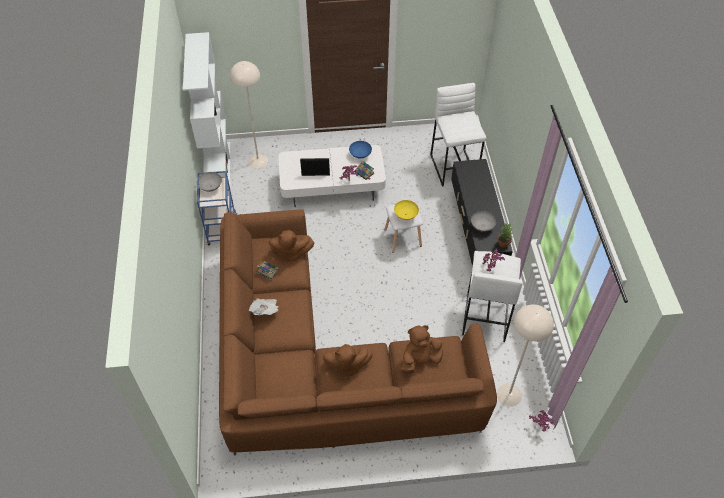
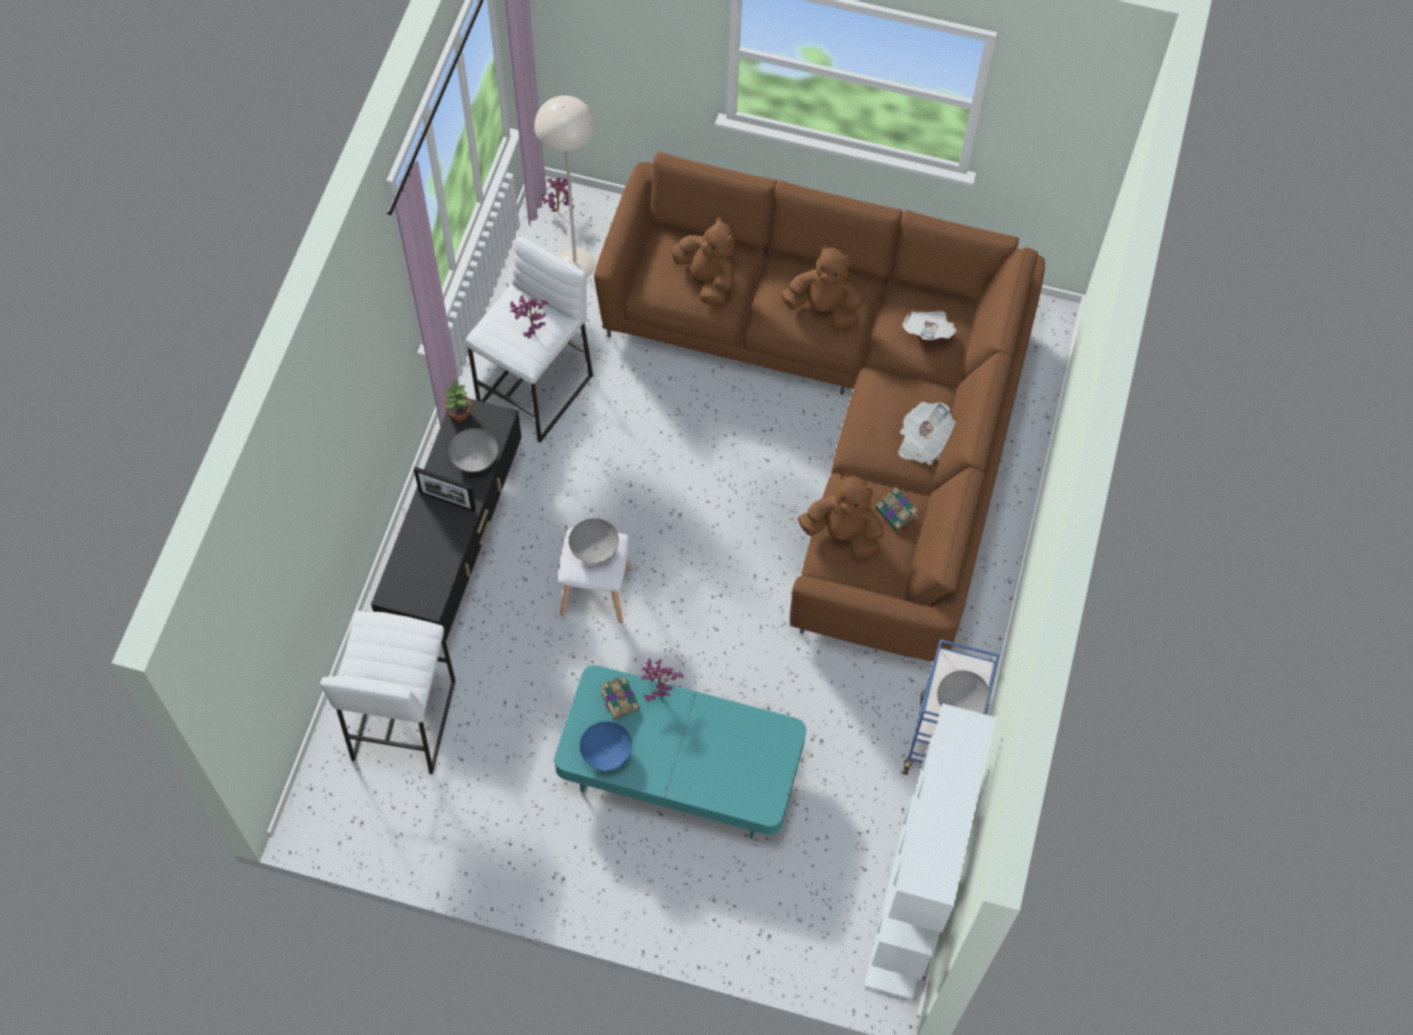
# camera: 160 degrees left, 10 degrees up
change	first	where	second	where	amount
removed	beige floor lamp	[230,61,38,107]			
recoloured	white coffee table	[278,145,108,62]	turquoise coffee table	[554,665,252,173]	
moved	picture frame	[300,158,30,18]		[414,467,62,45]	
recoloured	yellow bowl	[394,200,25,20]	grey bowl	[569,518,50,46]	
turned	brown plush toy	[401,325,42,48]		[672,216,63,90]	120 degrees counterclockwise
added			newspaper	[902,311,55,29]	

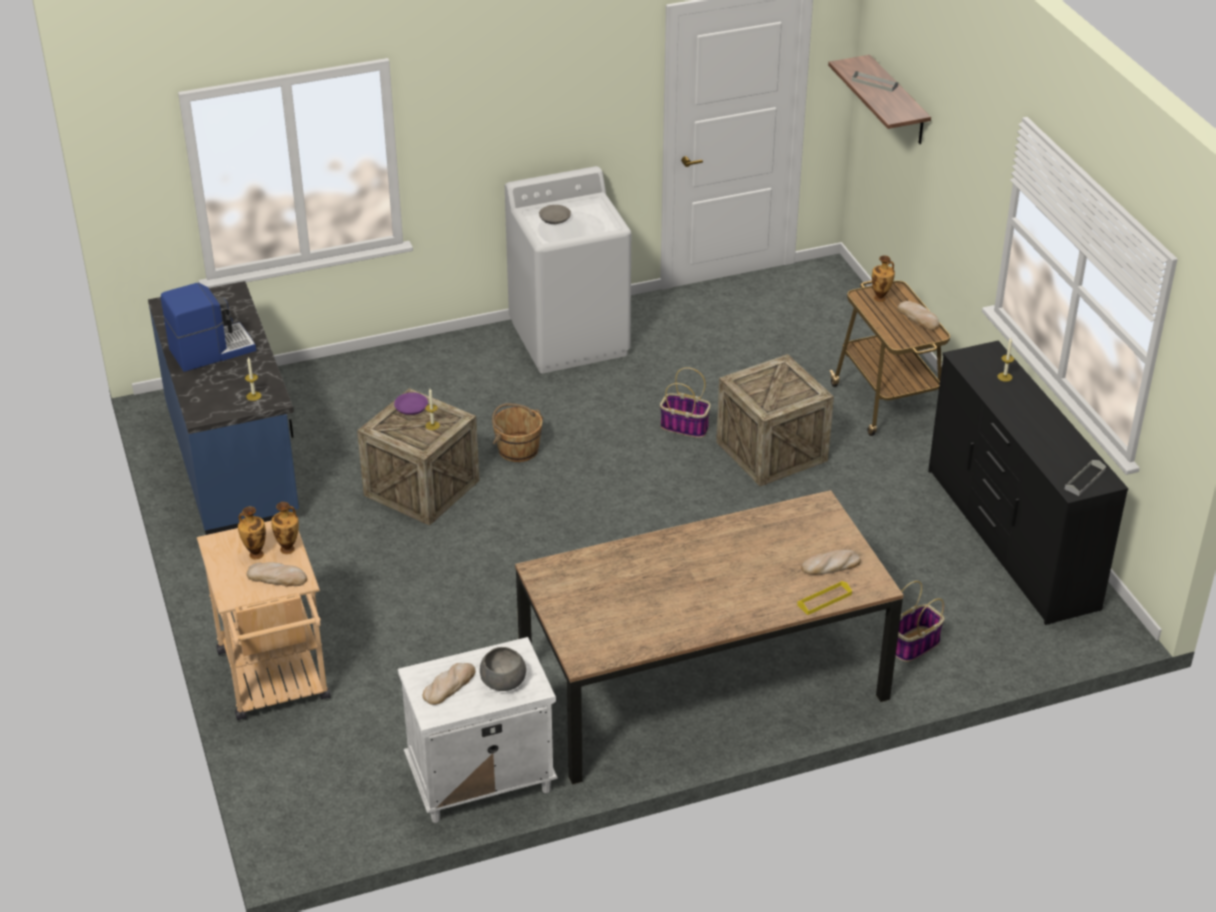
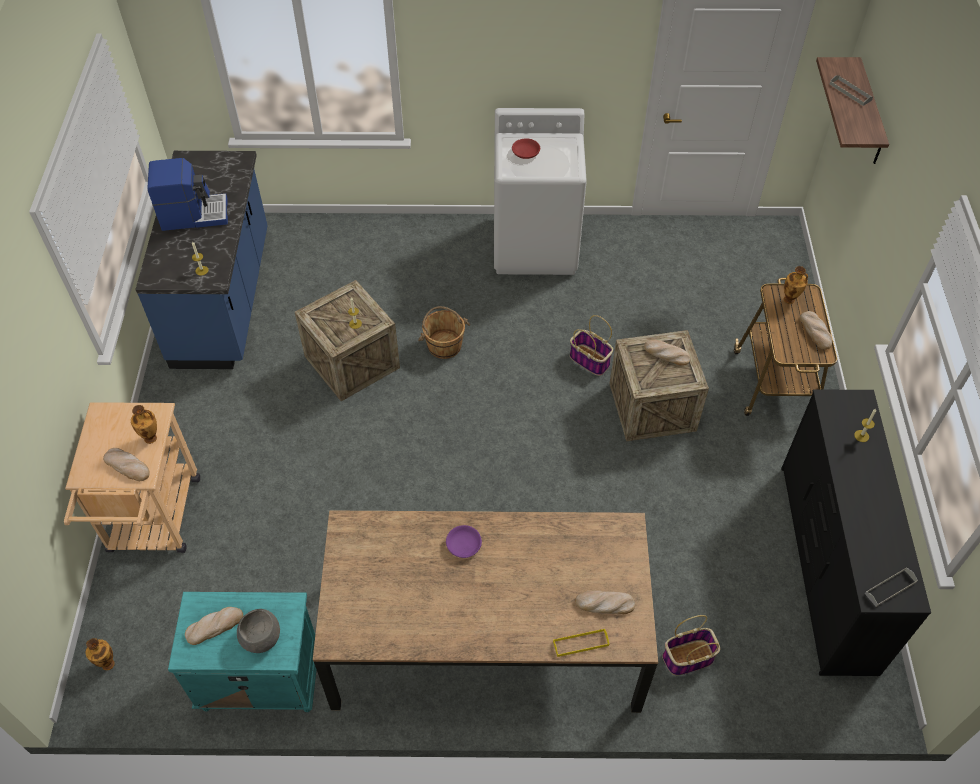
# camera: 20 degrees right, 15 degrees up
change	first	where	second	where	amount
moved	vase	[238,506,28,53]		[86,638,29,32]	
moved	purple bowl	[394,392,34,23]		[446,525,36,33]	
recoloured	white nightstand	[398,637,160,186]	turquoise nightstand	[168,592,148,120]	
recoloured	grey bowl	[539,205,32,19]	red bowl	[512,138,28,21]	
added			bread	[644,340,46,26]	

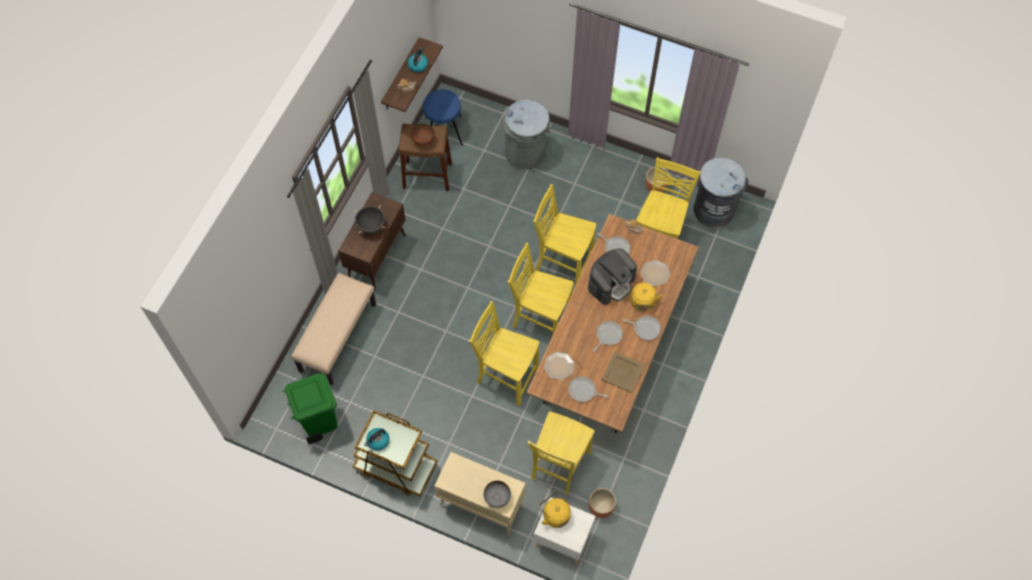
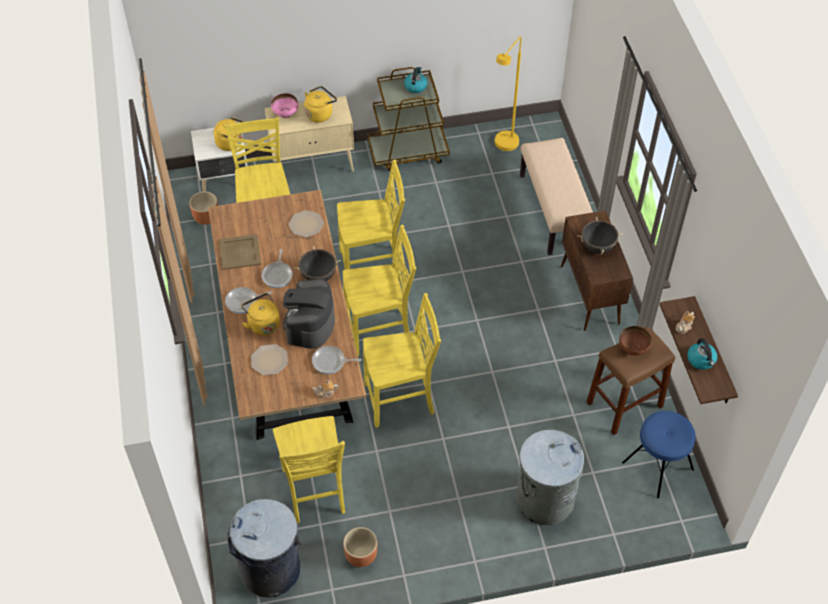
# camera: 145 degrees right, 10 degrees down
change	first	where	second	where	amount
replaced	green trash can	[282,373,56,71]	yellow floor lamp	[495,37,27,114]	
recoloured	grey bowl	[484,481,27,27]	pink bowl	[271,93,27,25]	
removed	frying pan	[569,377,40,25]			
added			black cooking pot	[294,246,47,35]	
added			yellow kettle	[304,86,33,37]	

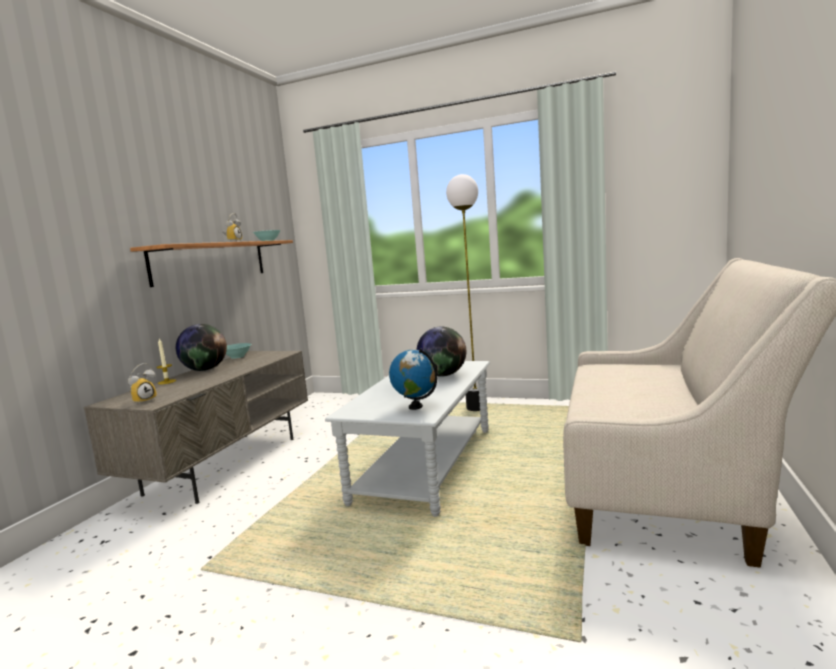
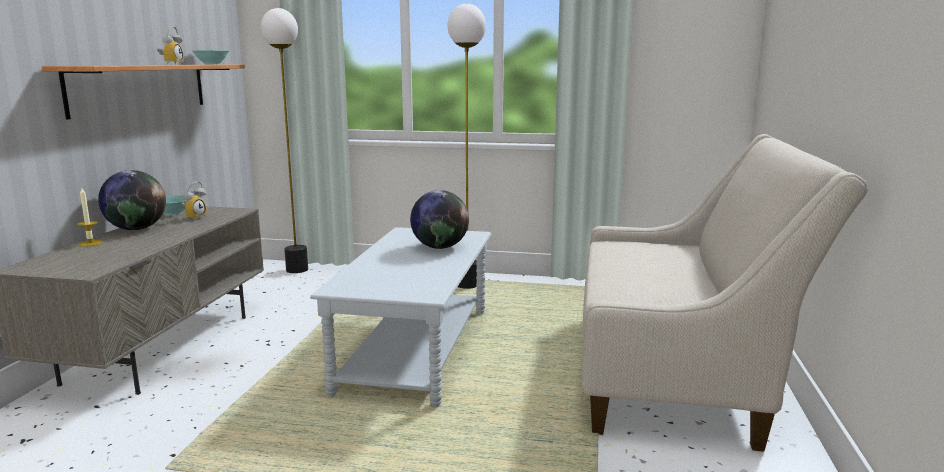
# camera: 10 degrees left, 5 degrees up
change	first	where	second	where	amount
moved	alarm clock	[128,363,29,42]		[181,181,26,39]	
removed	globe	[389,348,49,62]			
added			floor lamp	[261,8,47,265]	

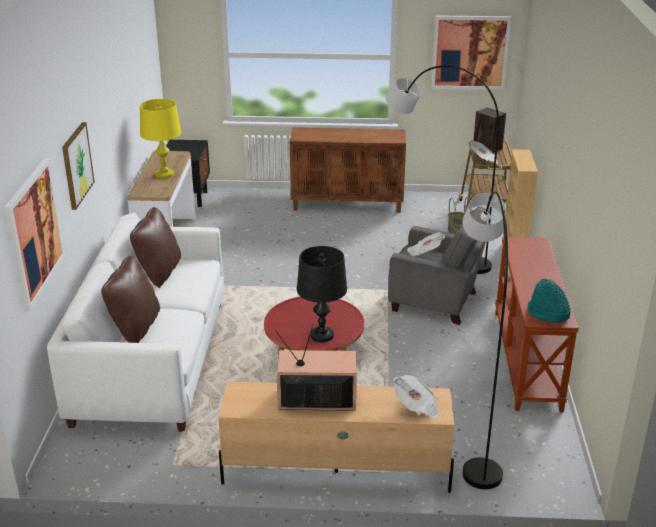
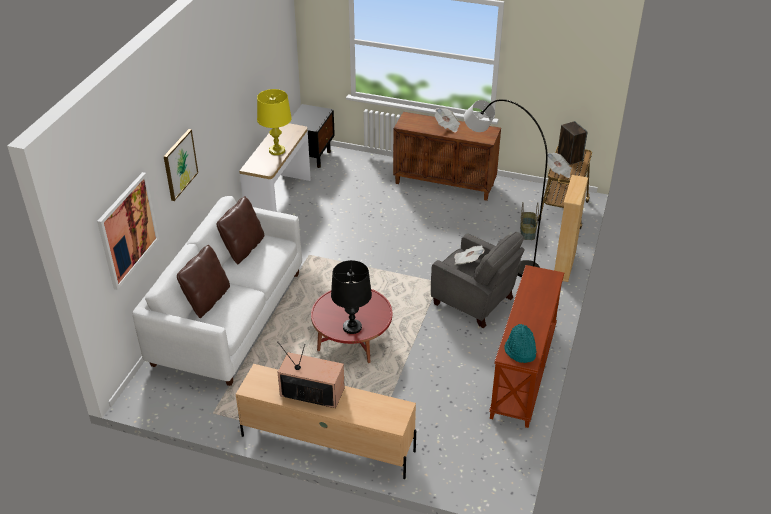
# camera: 15 degrees right, 10 degrees up
change	first	where	second	where	amount
moved	newspaper	[393,375,45,43]		[434,108,26,24]	
removed	picture	[431,15,80,75]			
removed	grey floor lamp	[462,191,46,298]			

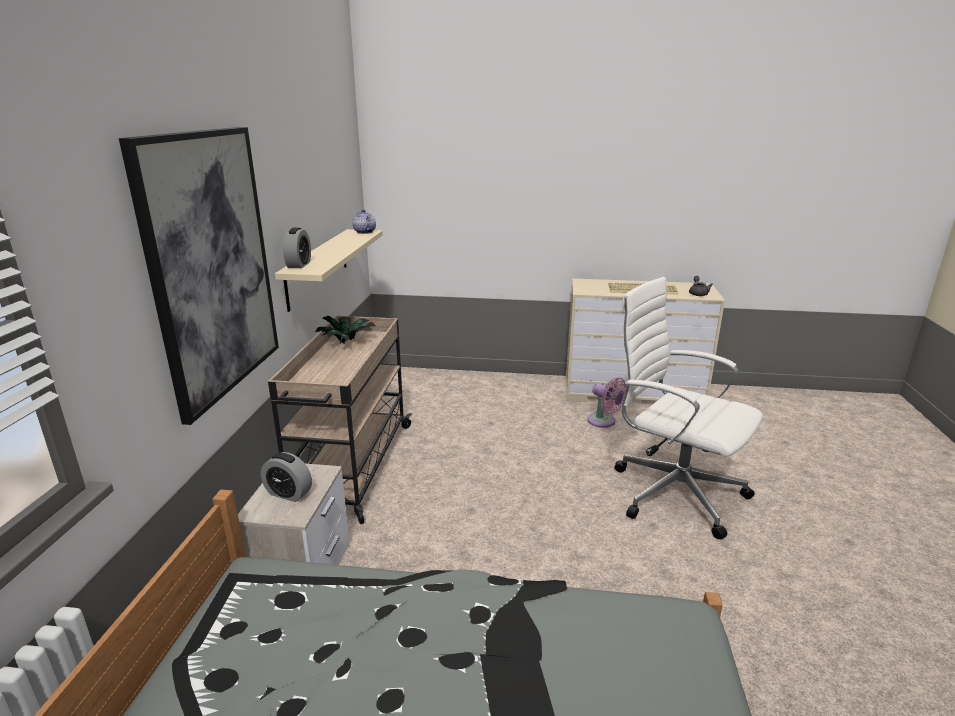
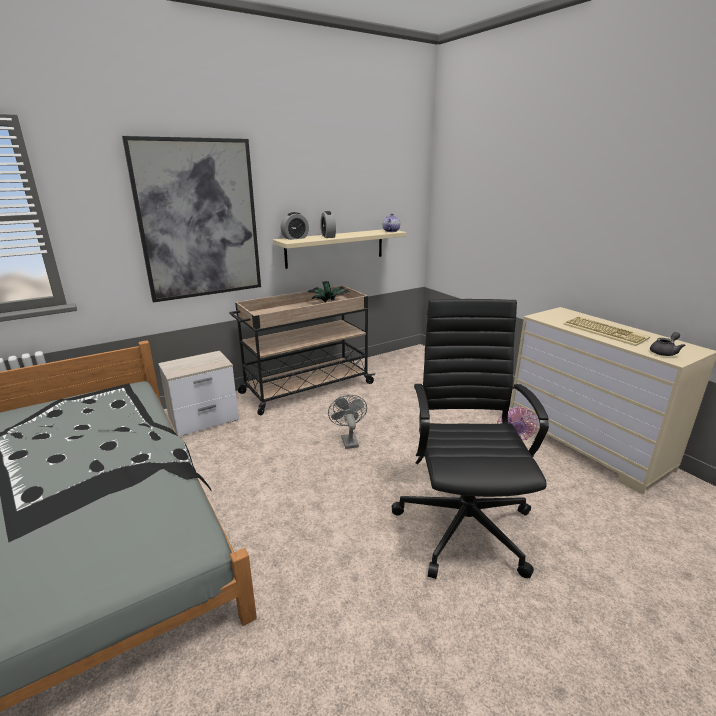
# camera: 50 degrees right, 0 degrees up
change	first	where	second	where	amount
moved	alarm clock	[261,452,51,50]		[321,211,15,27]	
recoloured	white office chair	[614,277,149,262]	black office chair	[392,299,157,280]	
added			grey fan	[328,395,39,54]	

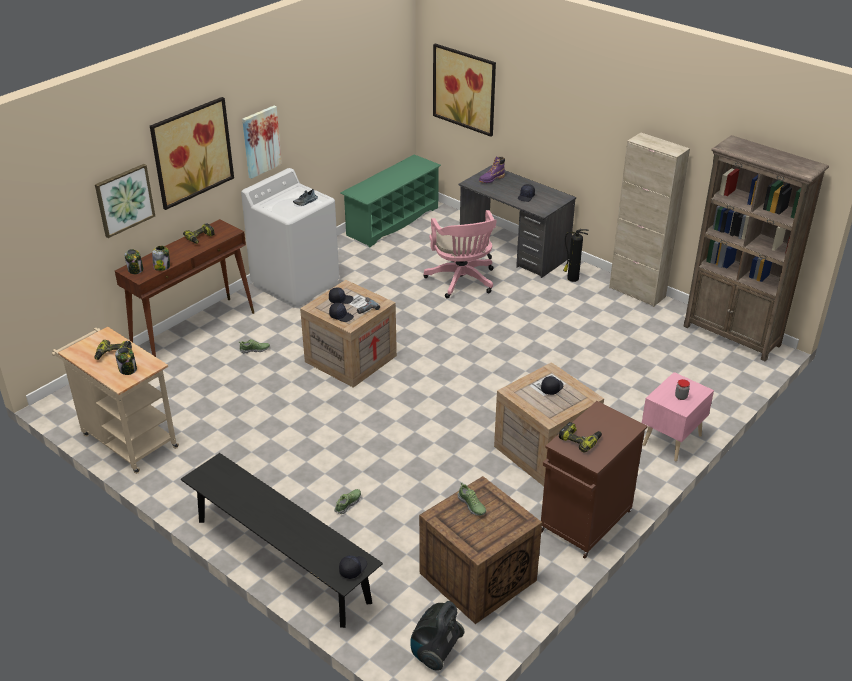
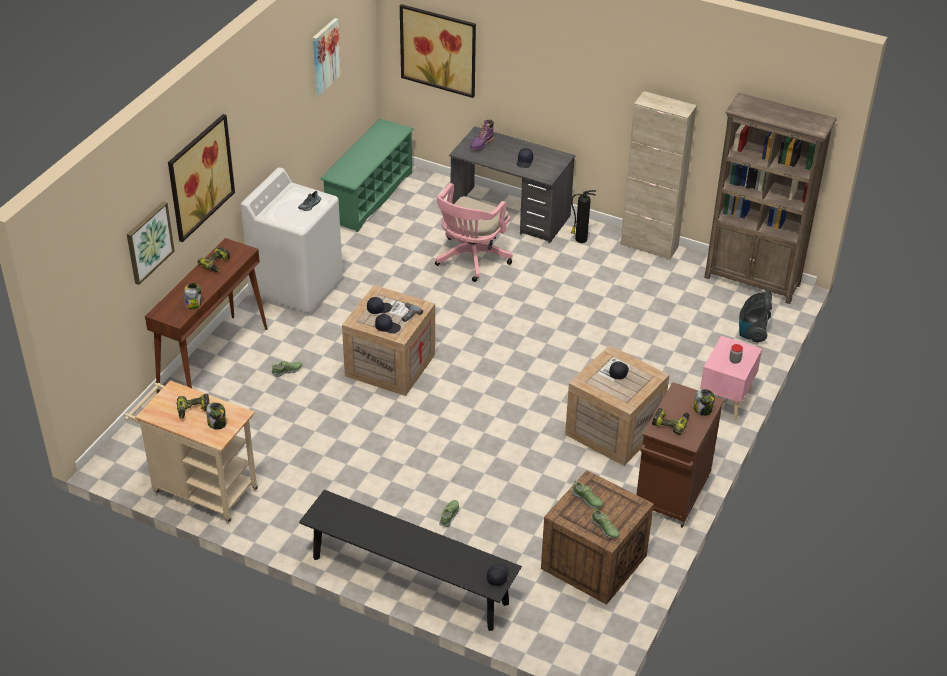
# camera: 15 degrees left, 5 degrees up
change	first	where	second	where	amount
moved	jar	[124,249,19,25]		[694,389,21,27]	
moved	picture	[242,106,40,73]		[313,18,28,77]	
moved	vacuum cleaner	[410,601,55,70]		[739,289,33,54]	
turned	pink office chair	[424,210,73,88]		[435,183,78,99]	60 degrees clockwise
added			shoe	[591,508,29,30]	

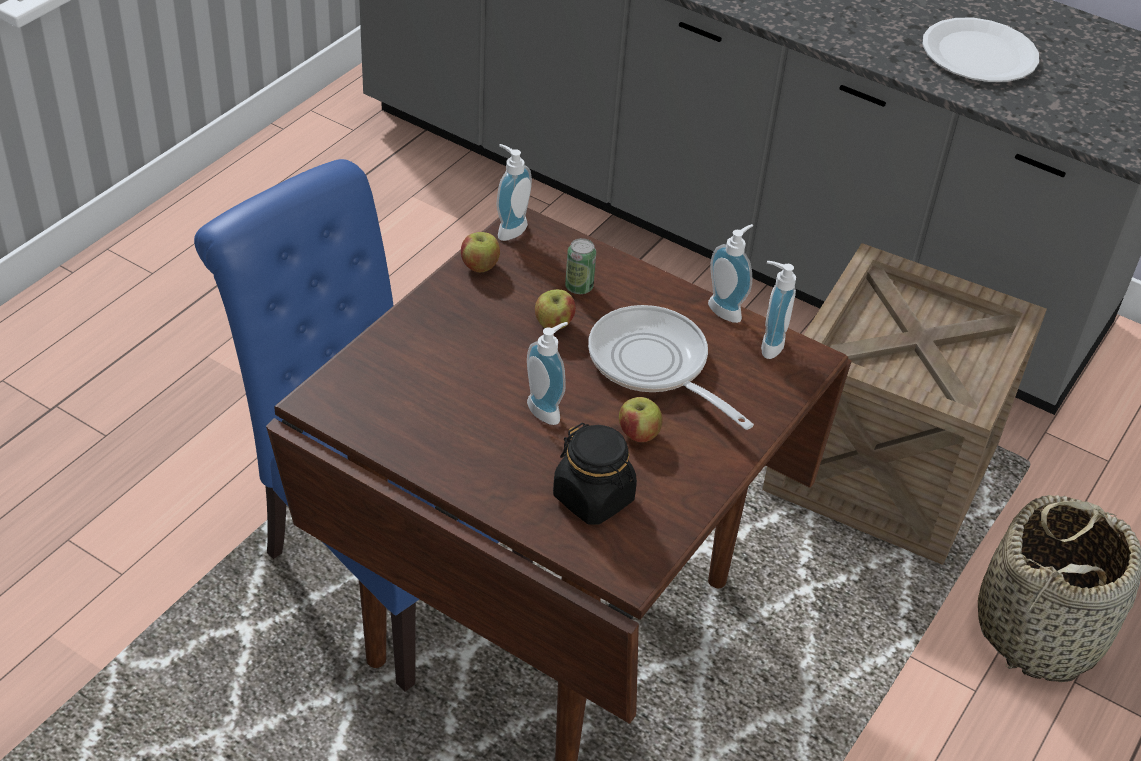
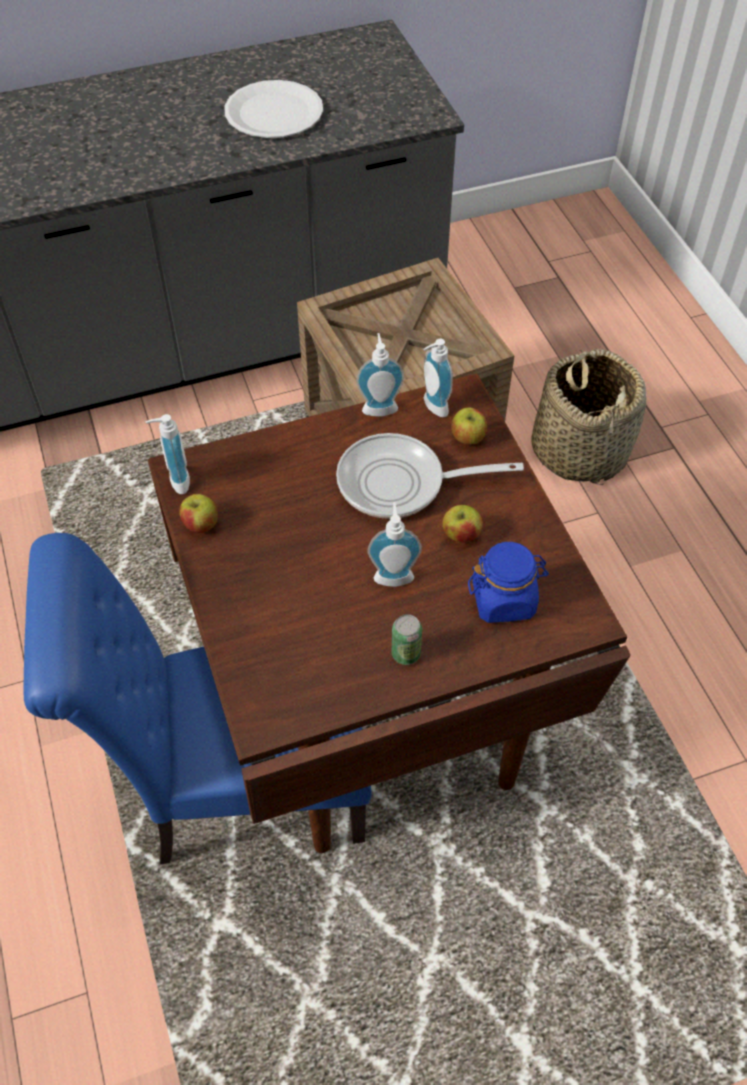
# camera: 50 degrees left, 10 degrees up
change	first	where	second	where	amount
moved	apple	[535,289,41,40]		[451,408,36,37]	
recoloured	black jar	[553,423,84,102]	blue jar	[468,542,81,81]	
moved	can	[565,238,31,56]		[392,614,30,51]	

